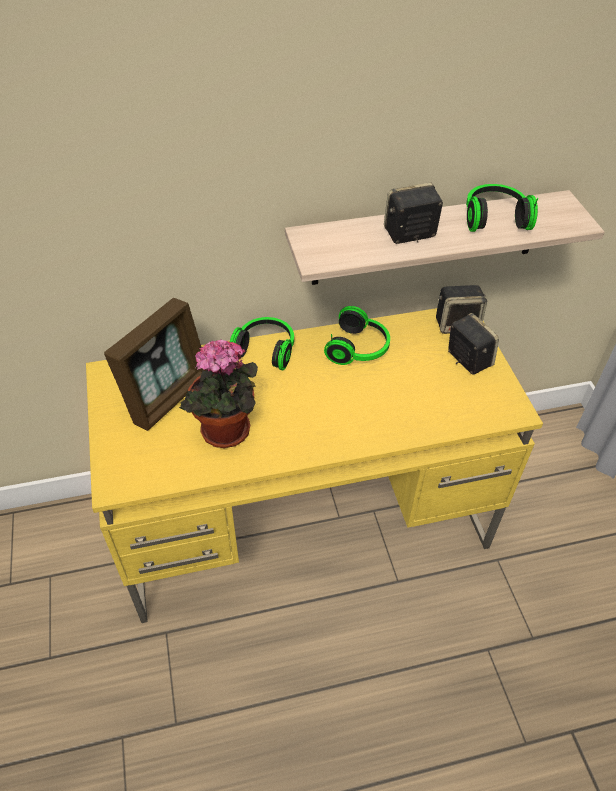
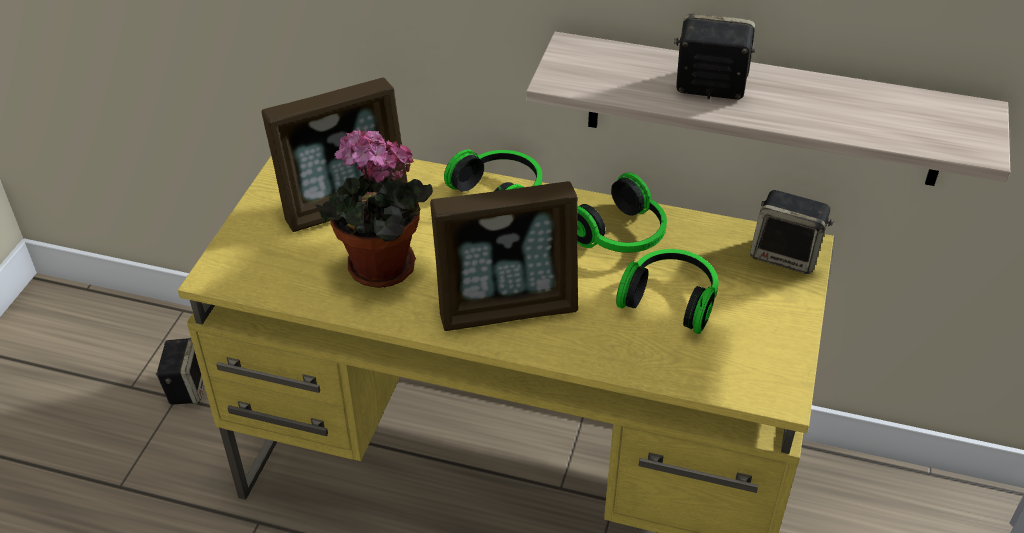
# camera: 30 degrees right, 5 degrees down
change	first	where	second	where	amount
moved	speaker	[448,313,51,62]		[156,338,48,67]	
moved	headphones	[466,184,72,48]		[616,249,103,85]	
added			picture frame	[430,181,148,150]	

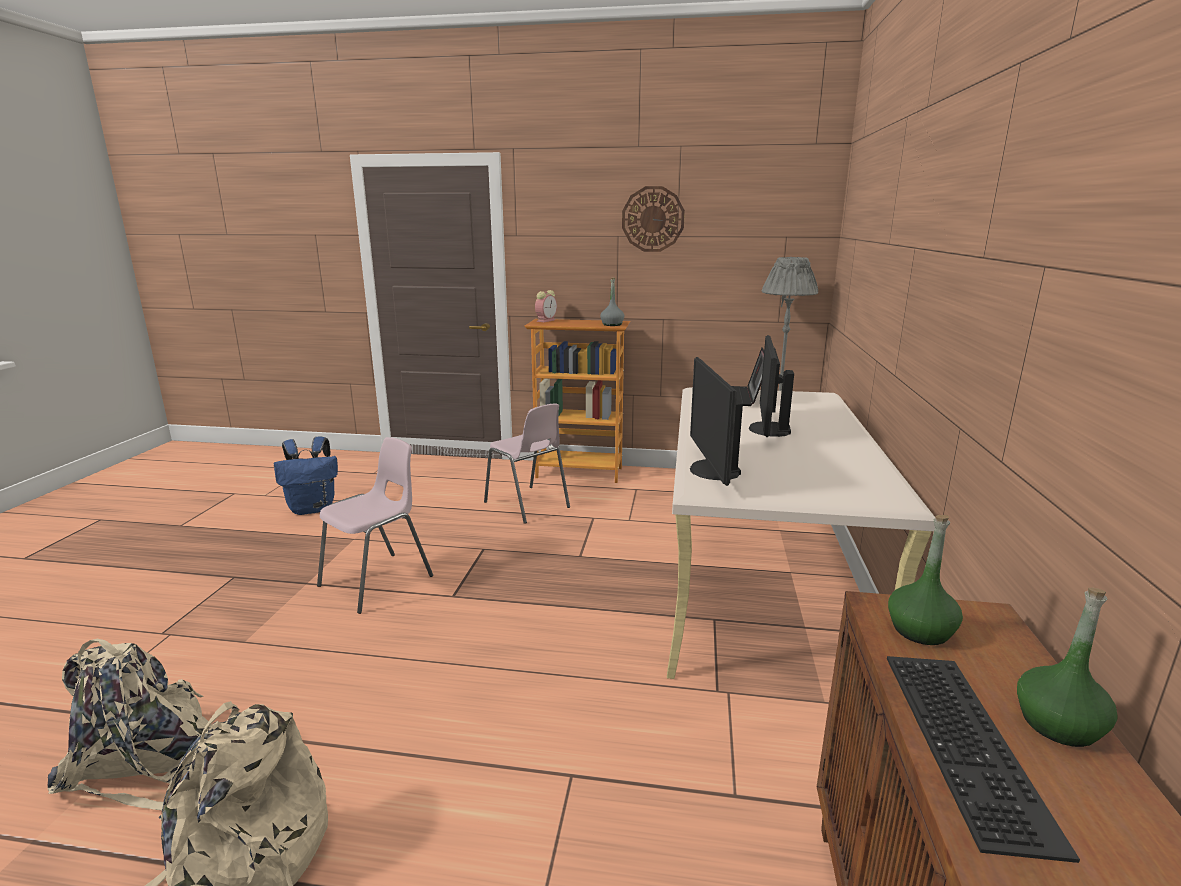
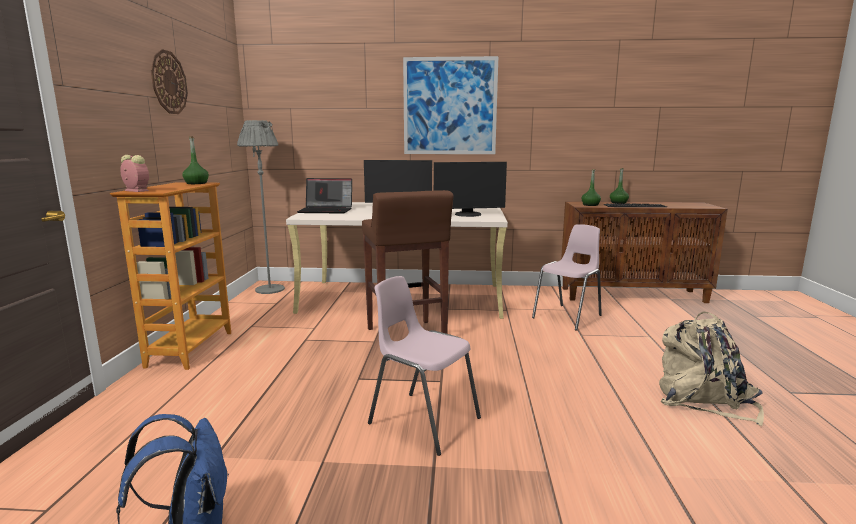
# camera: 95 degrees left, 5 degrees down
change	first	where	second	where	amount
removed	beige backpack	[47,639,165,181]			
moved	pink chair	[484,403,86,121]		[532,224,70,107]	
recoloured	grey bottle	[600,277,25,49]	green bottle	[182,136,27,48]	
added			brown stool	[362,190,92,144]	
added			picture	[403,56,96,98]	

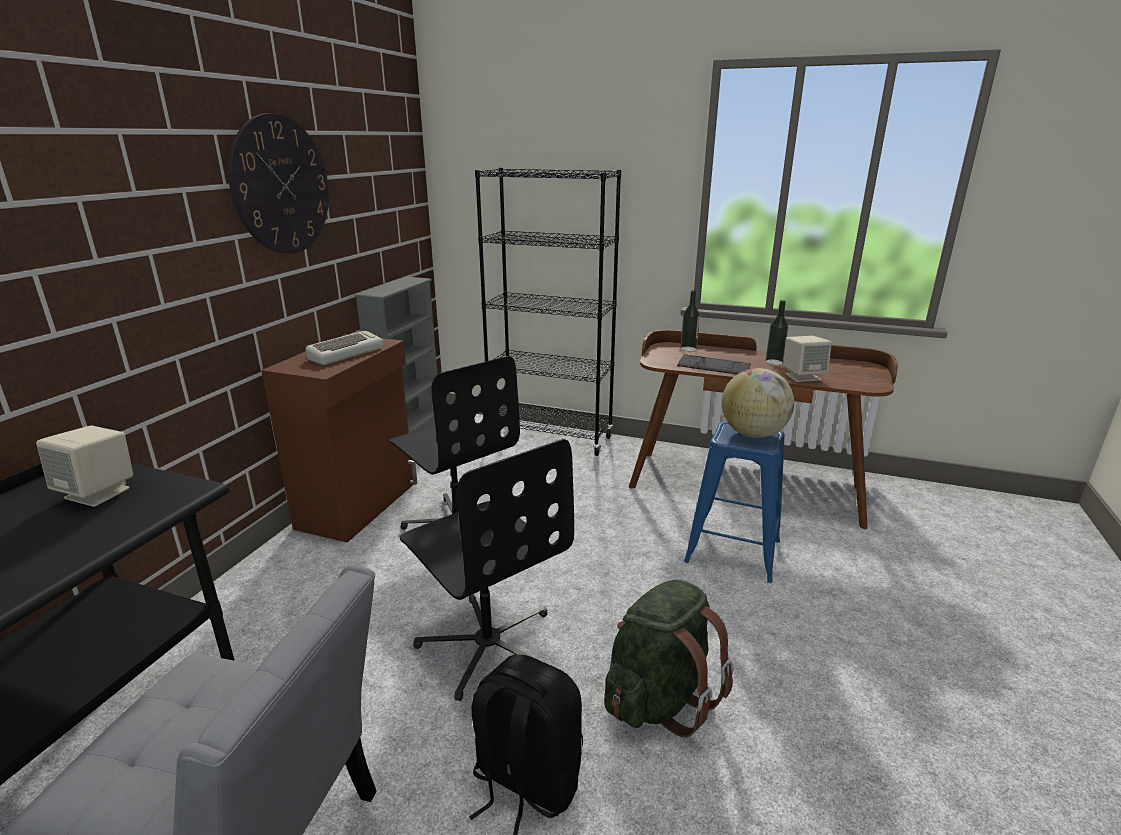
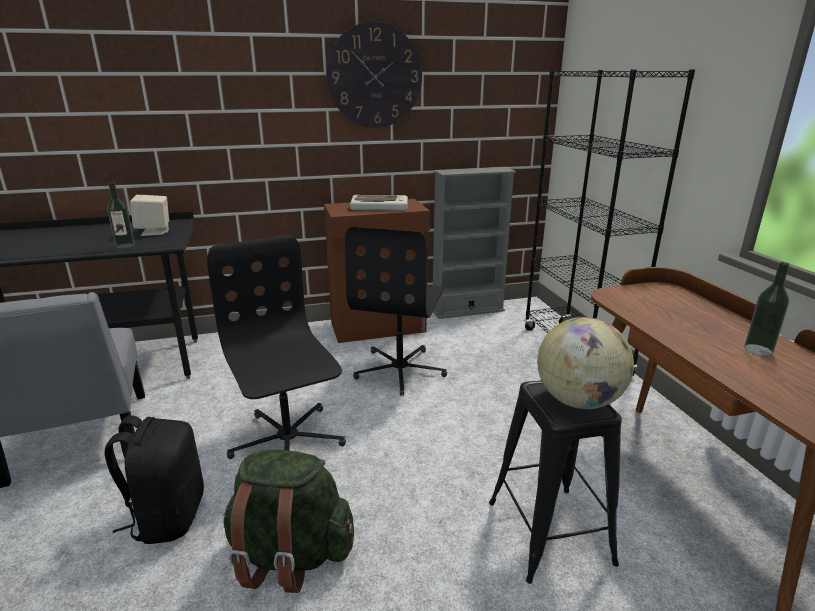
# camera: 55 degrees right, 0 degrees up
change	first	where	second	where	amount
turned	black office chair	[400,439,174,262]		[207,235,139,224]	135 degrees clockwise
removed	keyboard	[677,354,74,20]			
moved	bottle	[681,290,19,62]		[107,182,28,67]	
recoloured	blue stool	[684,422,101,161]	black stool	[489,380,133,204]	
removed	beige speaker	[783,336,49,46]			

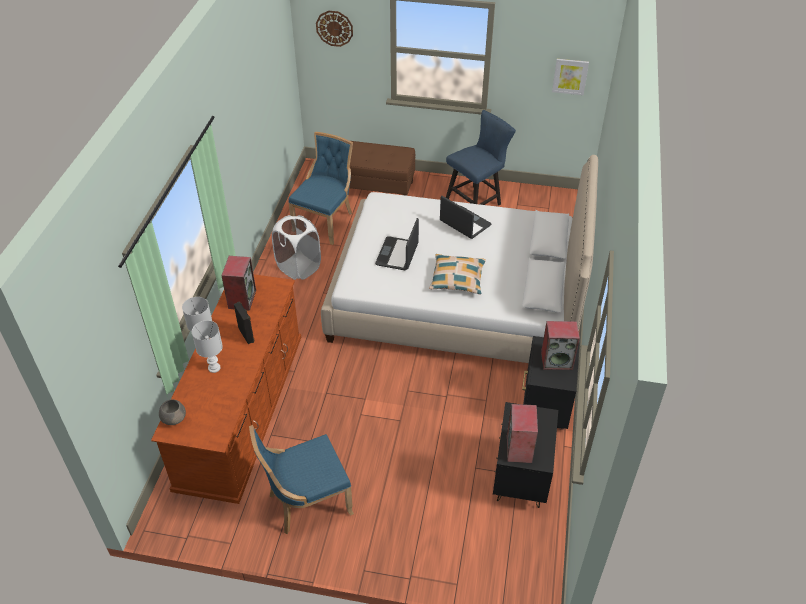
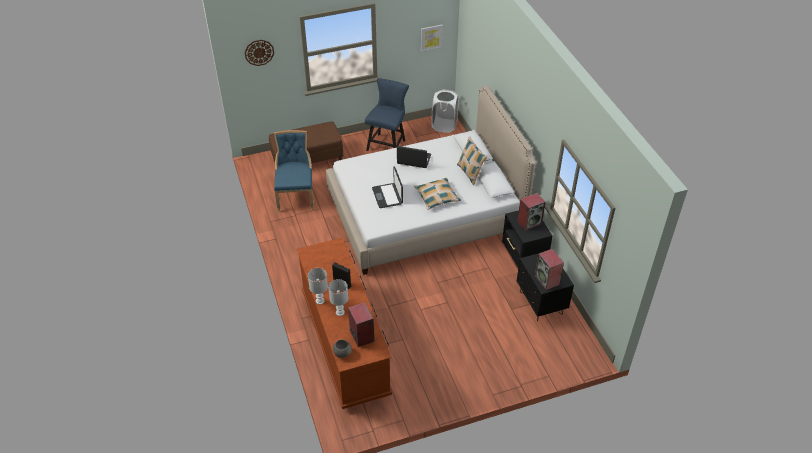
# camera: 30 degrees left, 0 degrees up
change	first	where	second	where	amount
moved	speaker	[221,256,35,55]		[348,302,26,45]	
removed	blue chair	[249,425,105,109]			
moved	white laundry basket	[272,215,49,65]		[432,89,27,44]	
added			pillow	[457,136,30,49]	

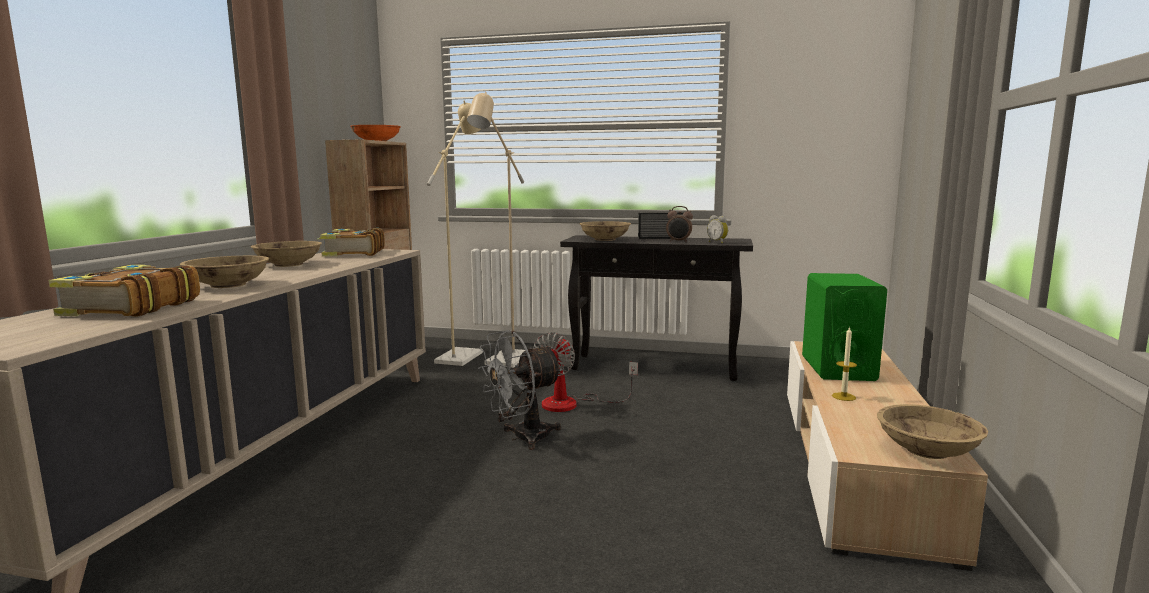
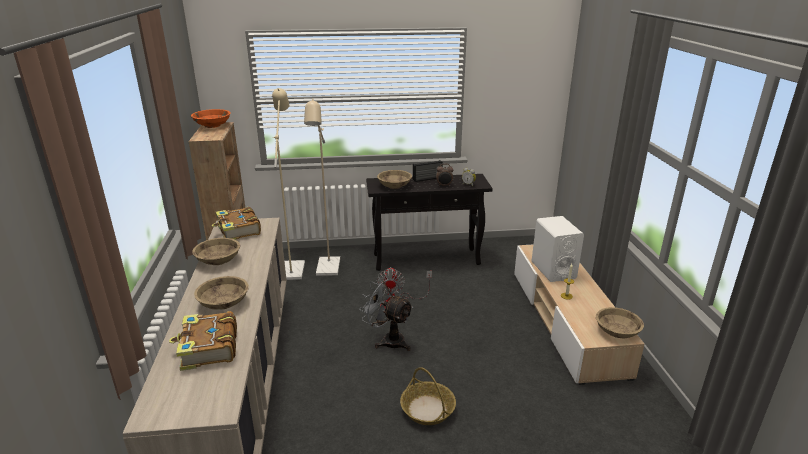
# camera: 20 degrees left, 15 degrees up
change	first	where	second	where	amount
turned	grey fan	[478,330,85,120]		[359,276,54,75]	90 degrees clockwise
recoloured	green speaker	[802,273,85,108]	white speaker	[532,216,52,66]	
added			basket	[400,367,56,58]	

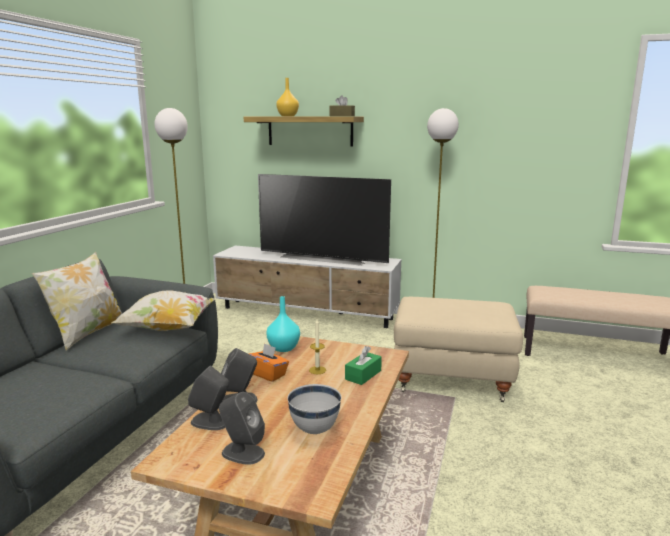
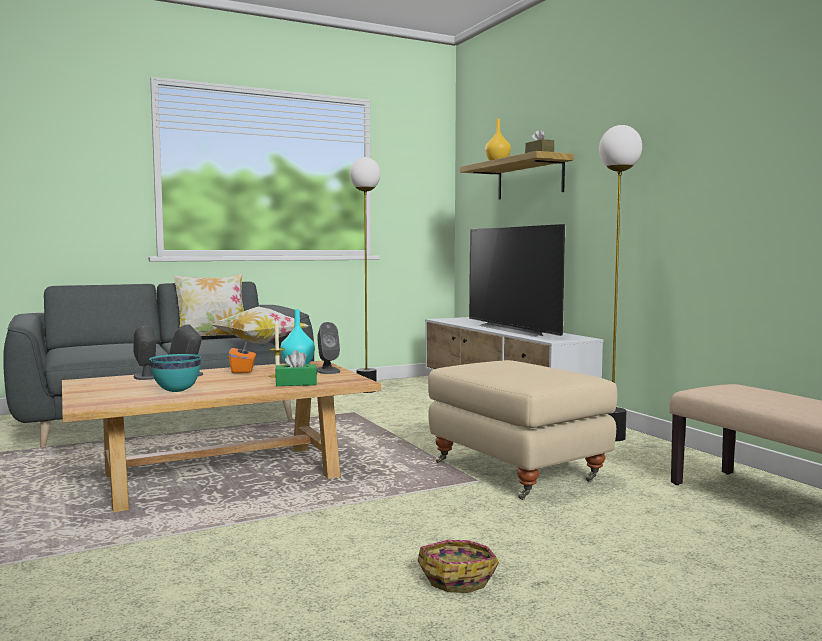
# camera: 45 degrees right, 10 degrees down
change	first	where	second	where	amount
moved	grey speaker	[219,392,46,73]		[317,322,23,52]	
recoloured	white bowl	[288,384,53,50]	turquoise bowl	[149,354,53,38]	
added			basket	[418,540,81,53]	

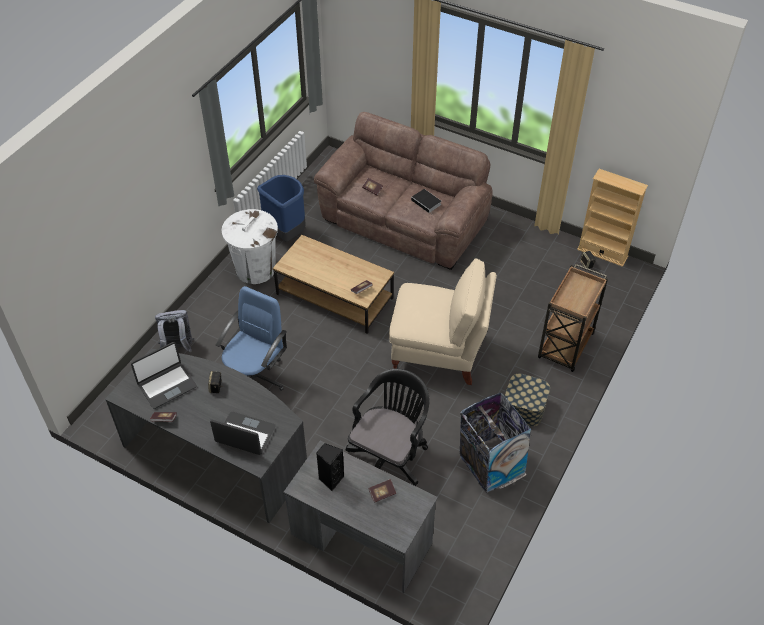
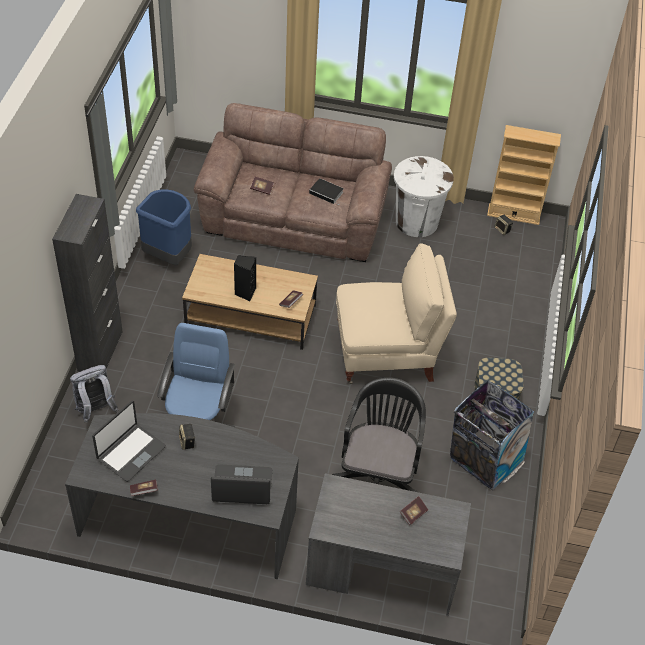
# camera: 20 degrees left, 0 degrees up
change	first	where	second	where	amount
moved	white trash can	[222,209,56,75]		[394,156,60,81]	
moved	black speaker	[316,443,28,48]		[234,255,22,46]	
removed	brown cart	[538,264,70,108]			
added			black cabinet	[52,194,71,178]	

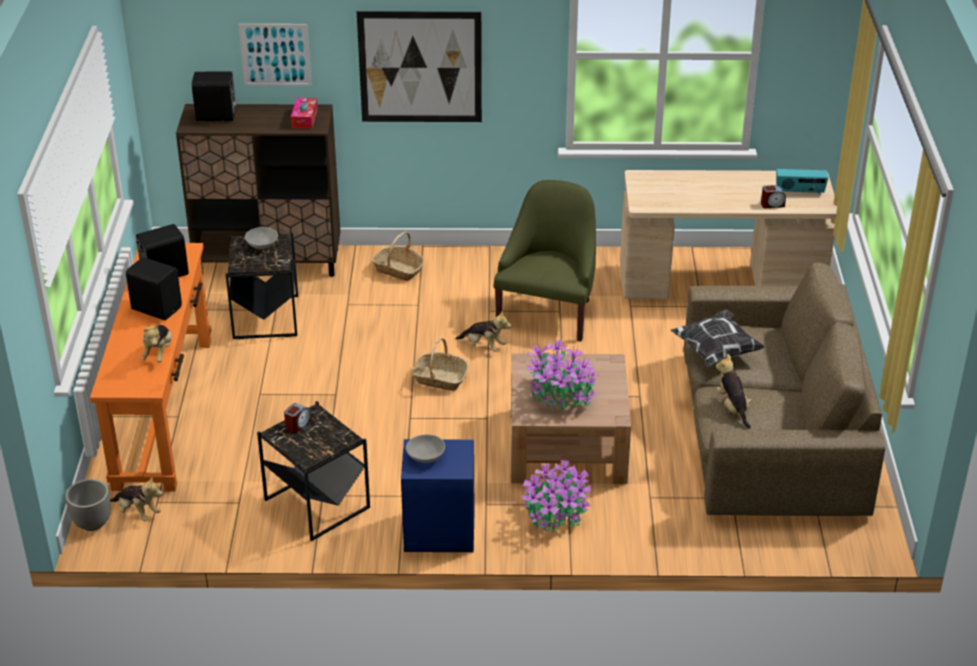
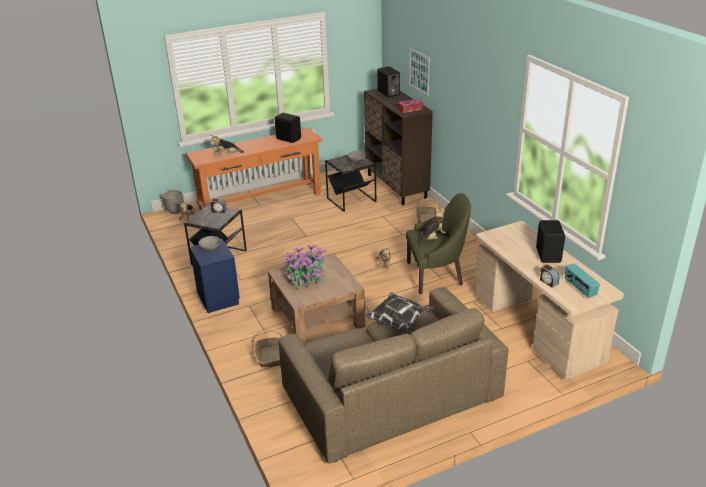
# camera: 65 degrees right, 5 degrees down
change	first	where	second	where	amount
moved	black speaker	[126,257,56,63]		[536,220,29,43]	
removed	picture	[357,11,125,111]			
moved	basket	[412,338,57,53]		[252,330,30,38]	
removed	potted plant	[522,460,69,73]			
moved	plush toy	[716,354,35,75]		[420,208,26,39]	

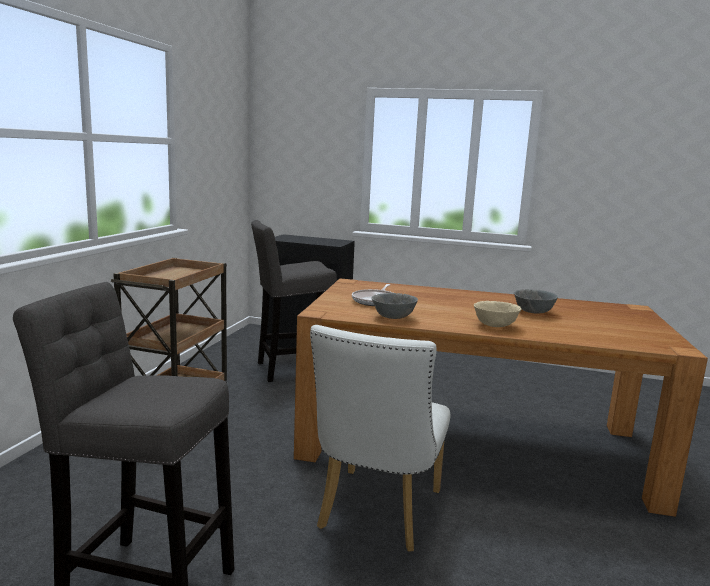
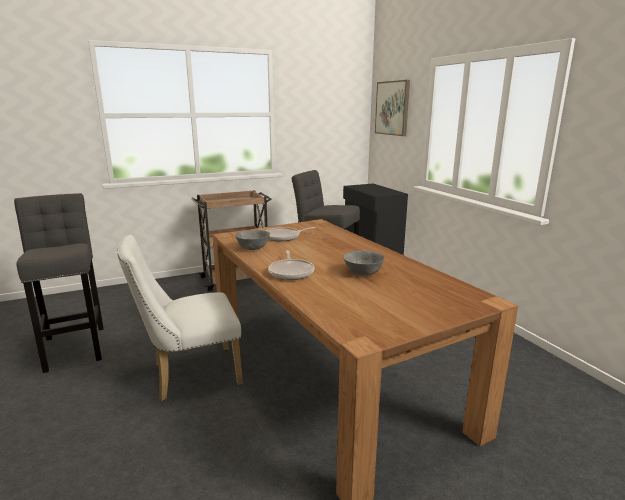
# camera: 50 degrees right, 5 degrees up
change	first	where	second	where	amount
replaced	beige bowl	[474,301,48,26]	frying pan	[268,250,46,30]	
added			picture	[375,80,35,56]	

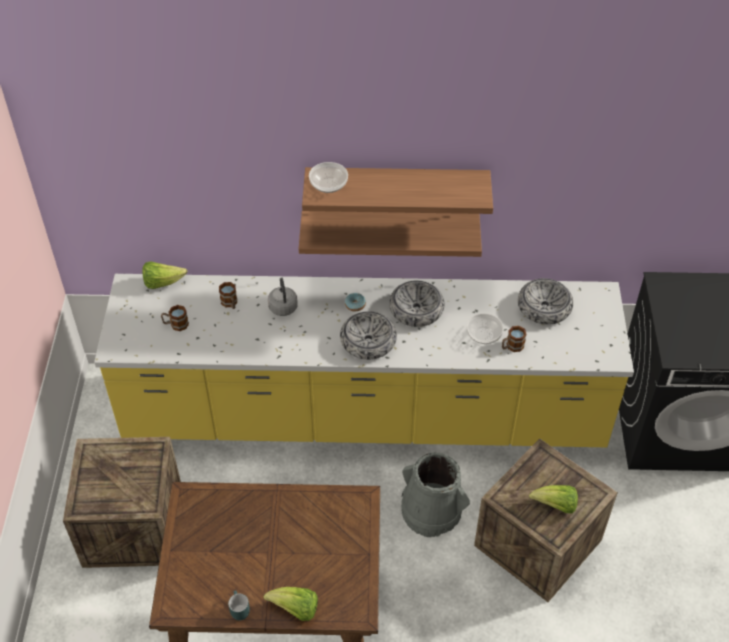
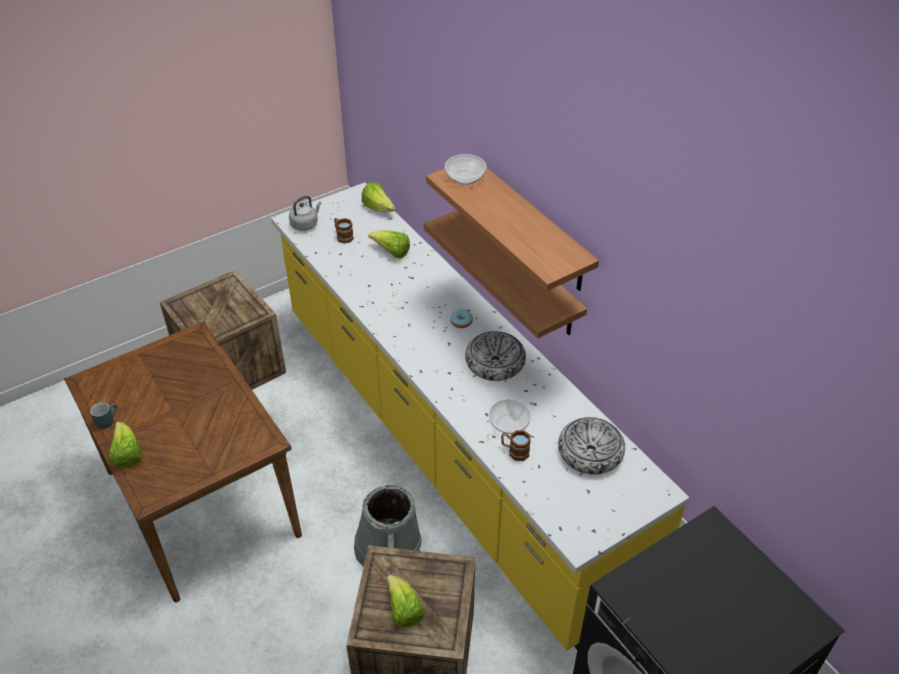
# camera: 55 degrees right, 5 degrees down
change	first	where	second	where	amount
replaced	mug	[219,282,18,27]	lettuce	[368,230,42,28]	
moved	grey kettle	[268,277,30,39]		[289,196,33,35]	
removed	bowl	[340,311,57,49]			

